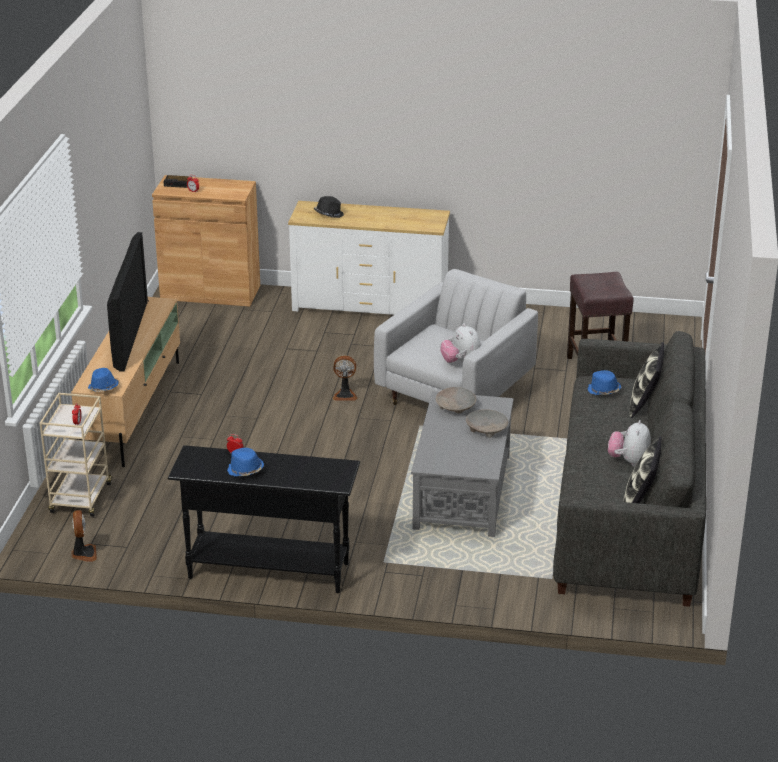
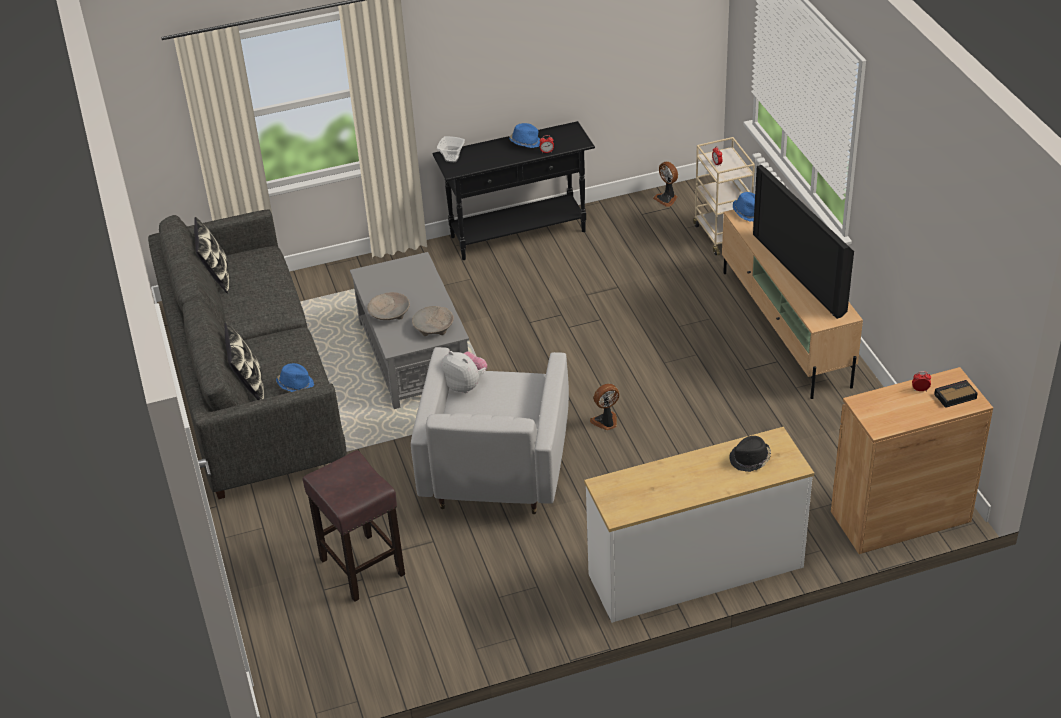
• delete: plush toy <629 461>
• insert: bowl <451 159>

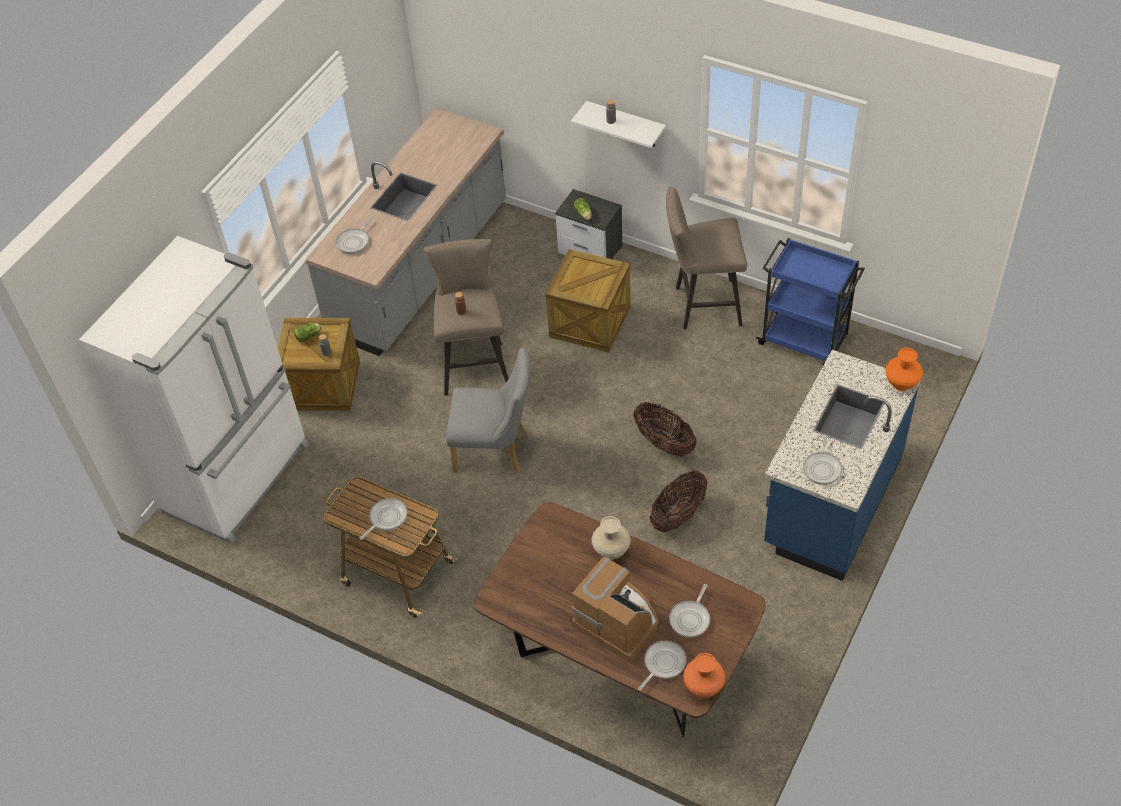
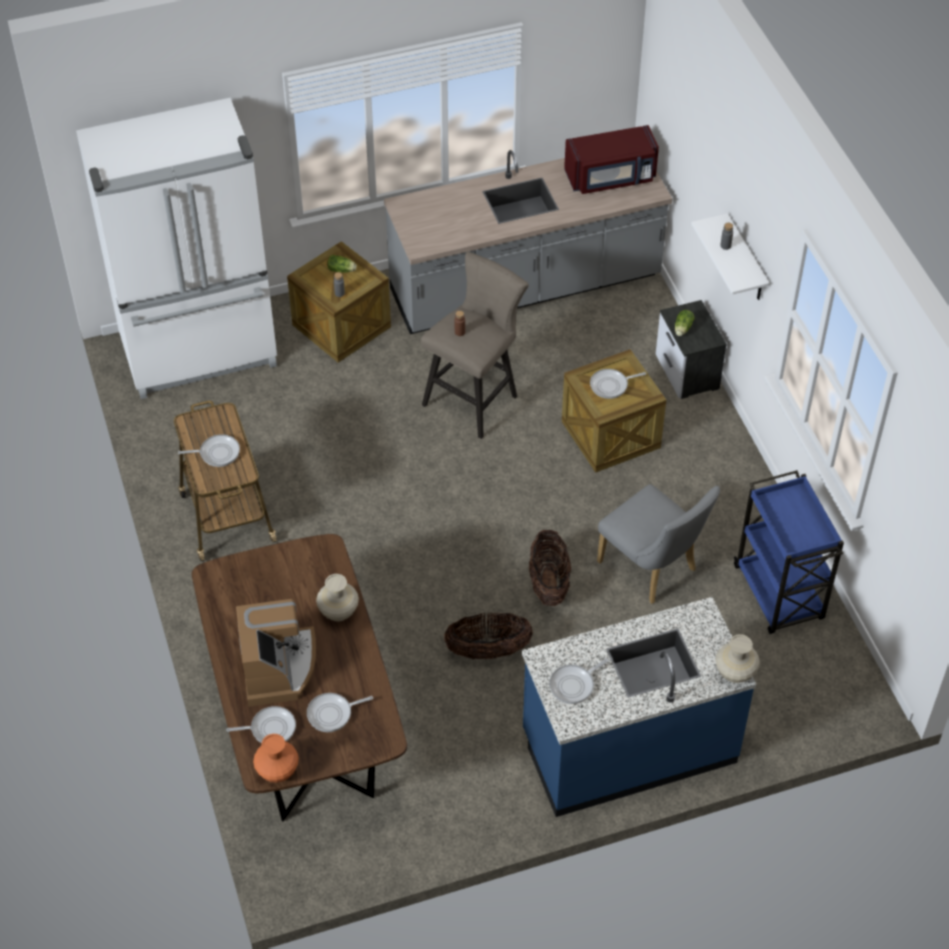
• move: frying pan <354 241> to <611 385>
• move: chair/grey <495 449> to <652 569>
• delete: stool/beige <702 305>
• recolor: vase/orange <902 383> to vase/beige <735 674>
• insert: microwave/red <611 178>

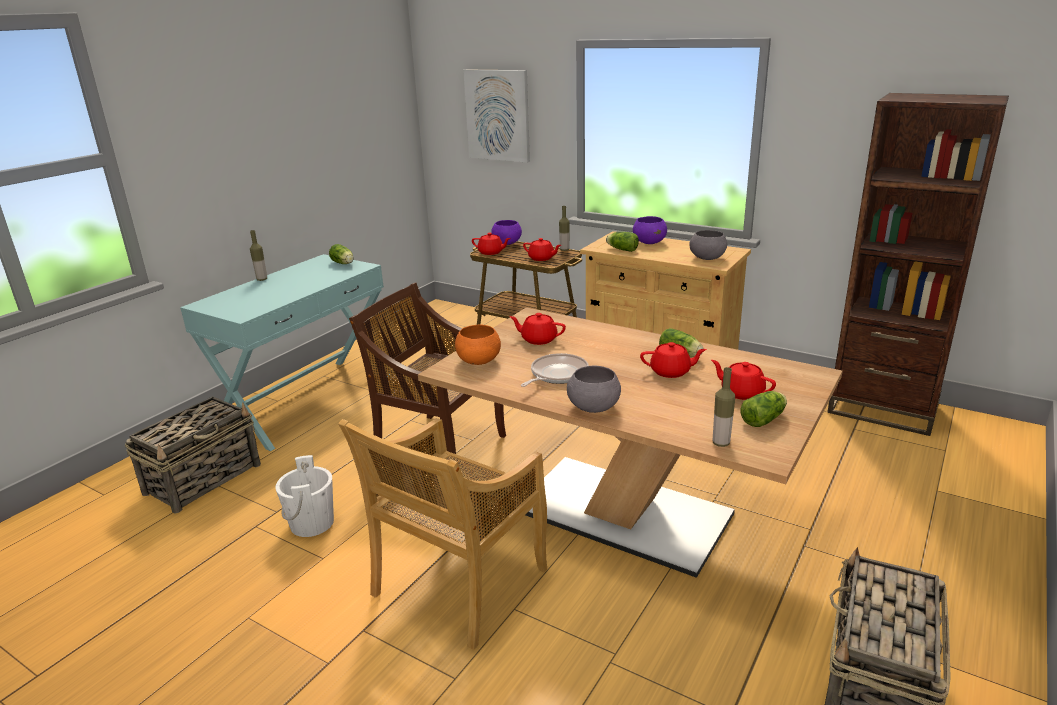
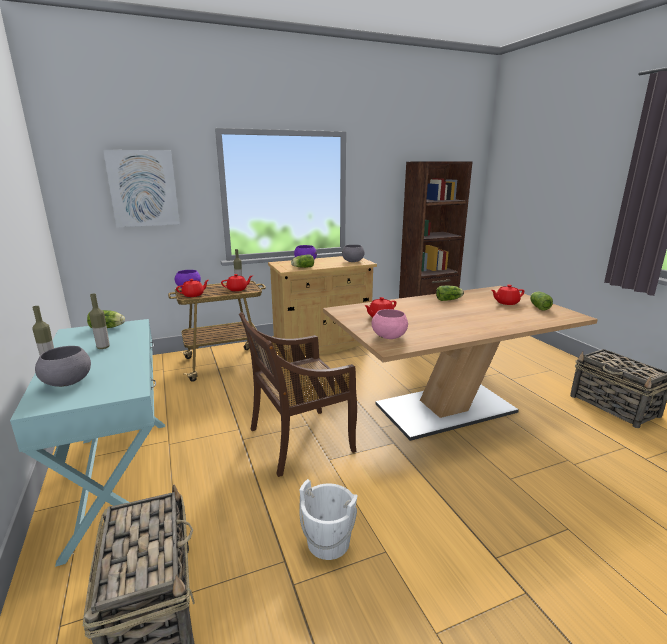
• delete: chair/beige <458 584>
• recolor: bowl/orange <478 361> to bowl/pink <389 337>
• delete: frying pan <557 375>
• move: bowl/grey <593 408> to <68 382>
• delete: teapot/red <671 372>
• move: bottle <721 443> to <103 347>

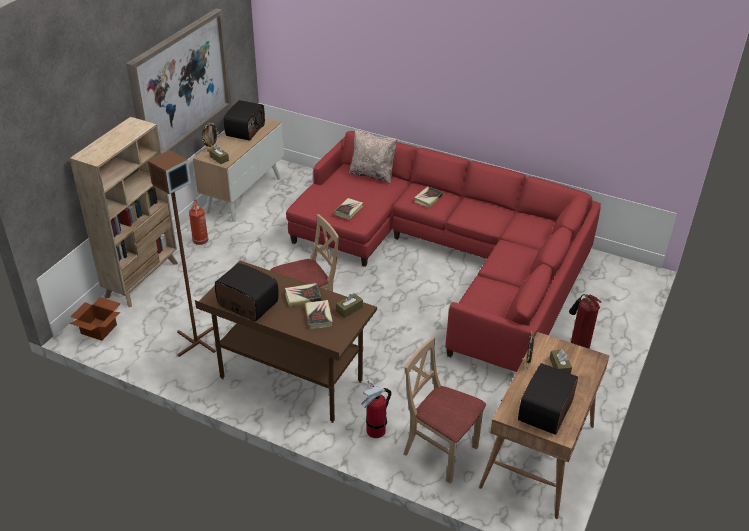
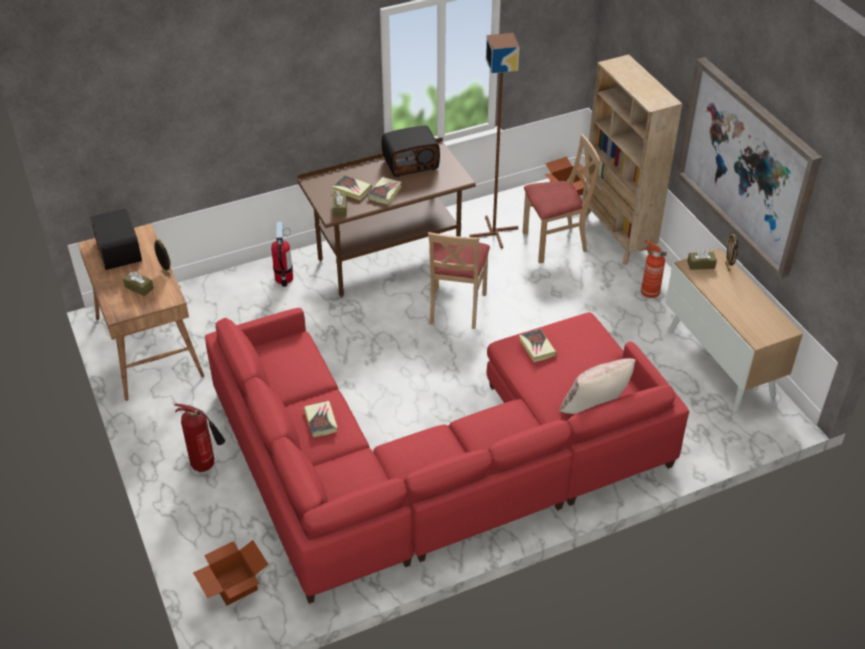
• delete: radio <244 130>
• move: chair/beige <440 451> to <554 243>
• move: book <428 198> to <321 421>
• insert: cardboard box <233 585>

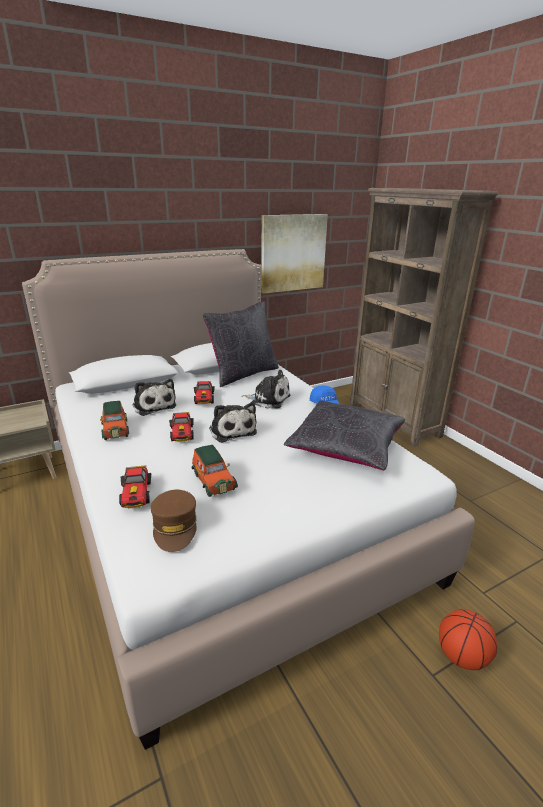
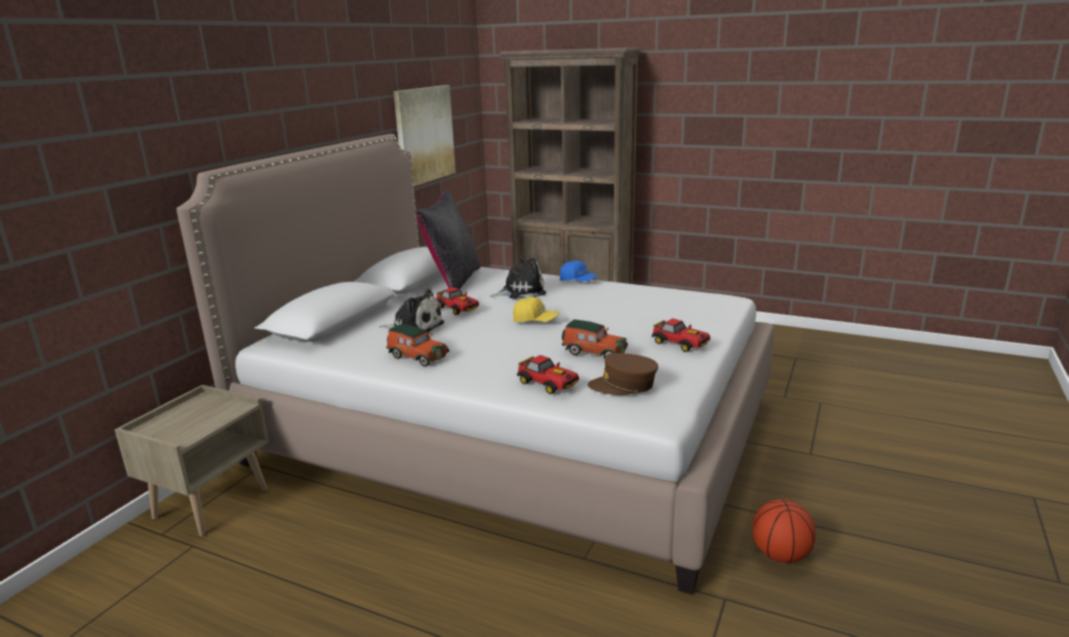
• rotate: cap/brown <175 527> = <623 385> 135 degrees clockwise
• move: toy car <182 434> to <680 344>
• replace: plush toy <232 430> to cap/yellow <535 321>
• delete: pillow/black <346 446>
• move: basketball <461 656> to <780 555>

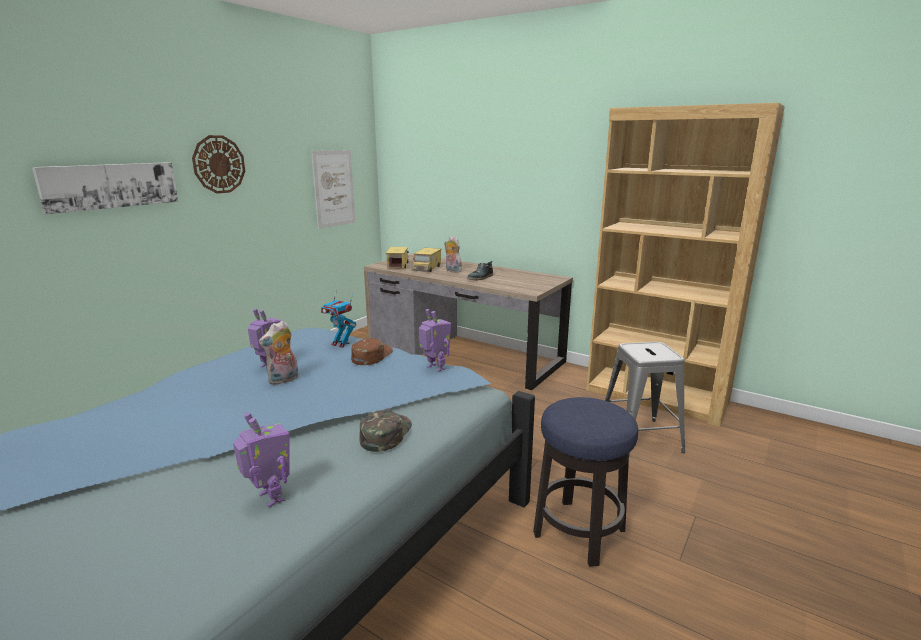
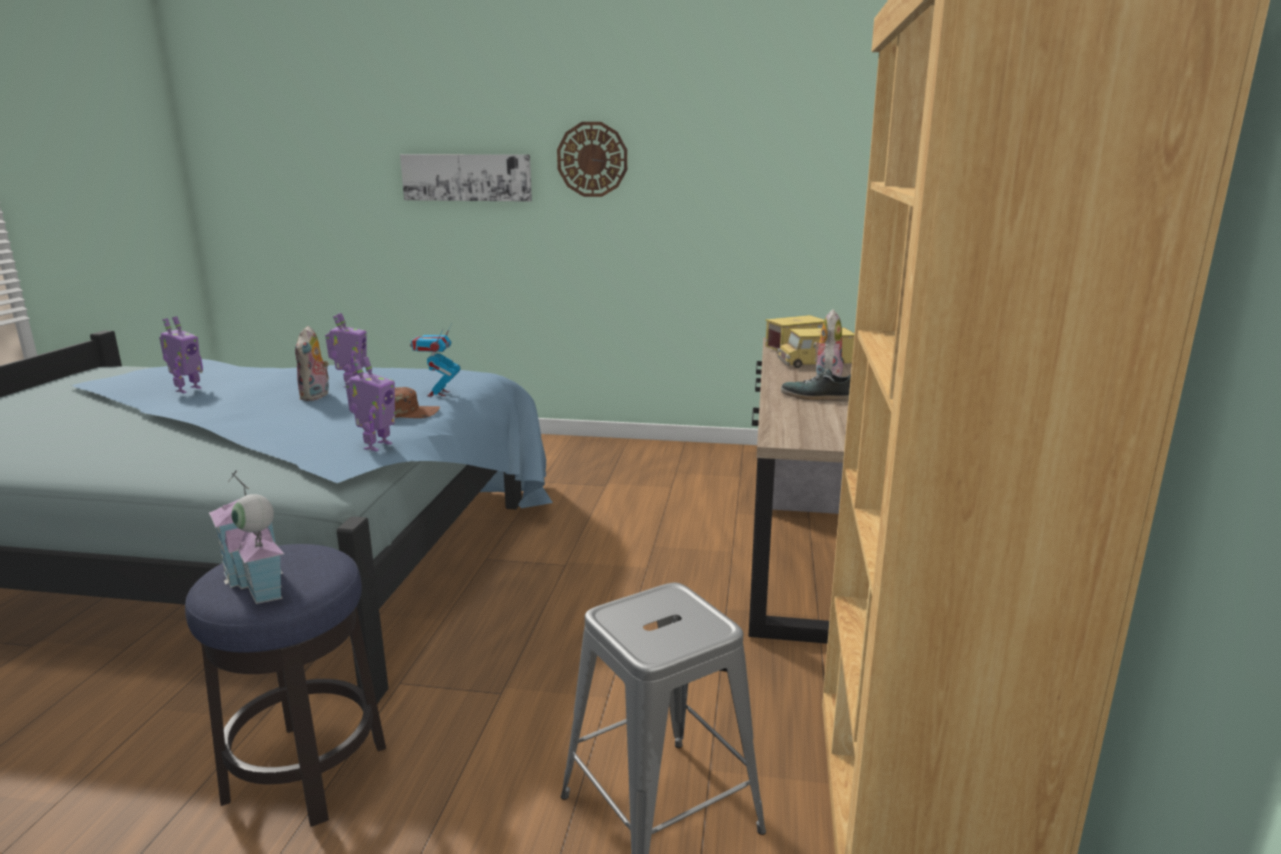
• move: toy robot <269 498> to <187 389>
• rotate: plush toy <283 380> = <316 396> 105 degrees counterclockwise
• delete: picture <334 188>
• delete: cap/green <385 434>
• insert: toy house <257 582>

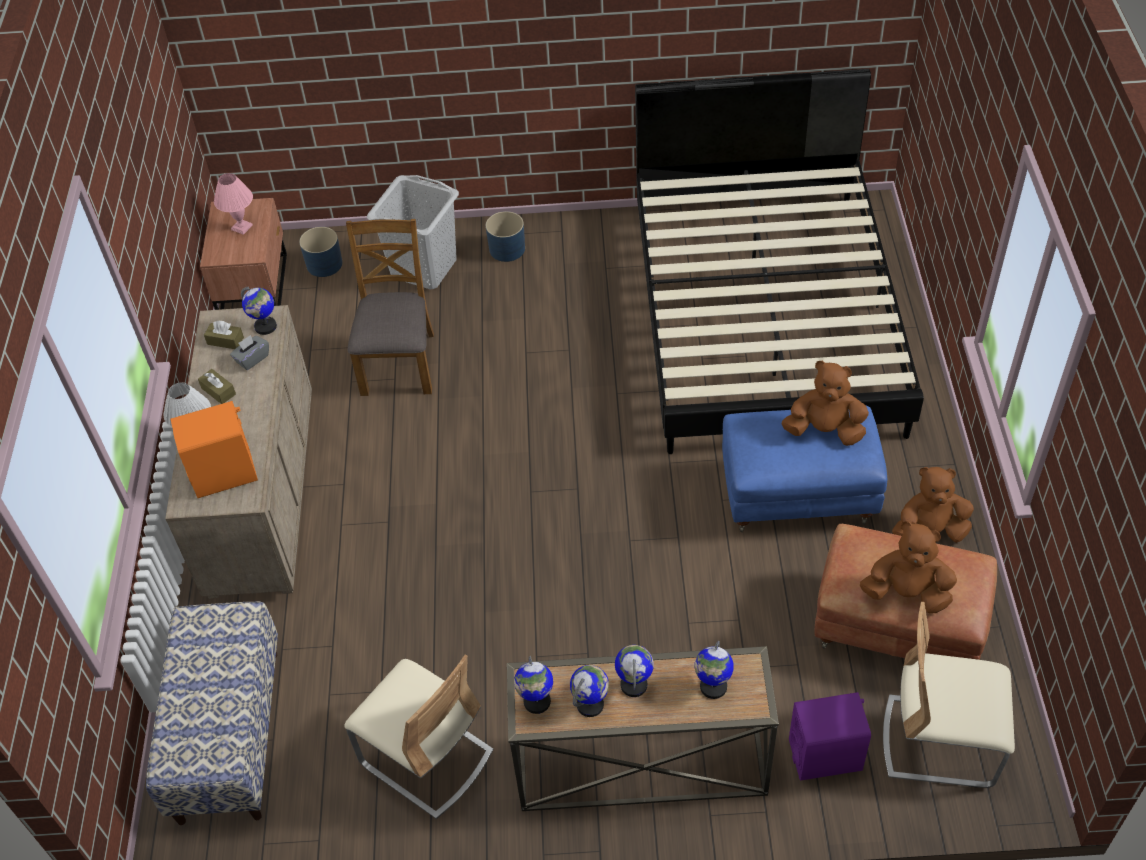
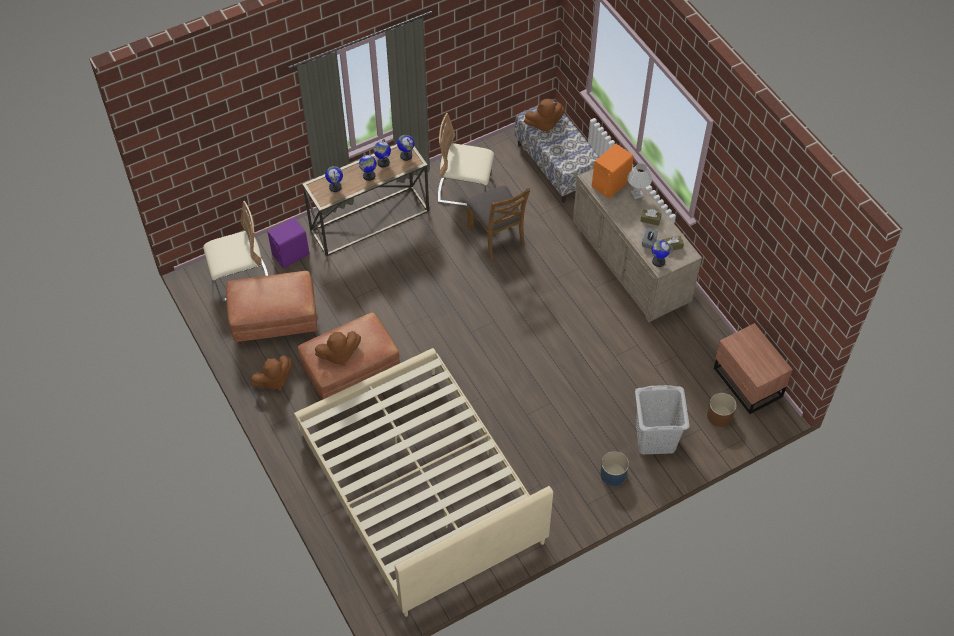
• delete: table lamp/pink <242 228>
• recolor: planter/blue <324 264> to planter/brown <719 416>
• move: chair/brown <399 363> to <497 236>
• recolor: bed/black <765 315> to bed/beige <419 488>
• recolor: ottoman/blue <798 494> to ottoman/brown <351 374>
• move: plush toy/brown <906 593> to <544 124>

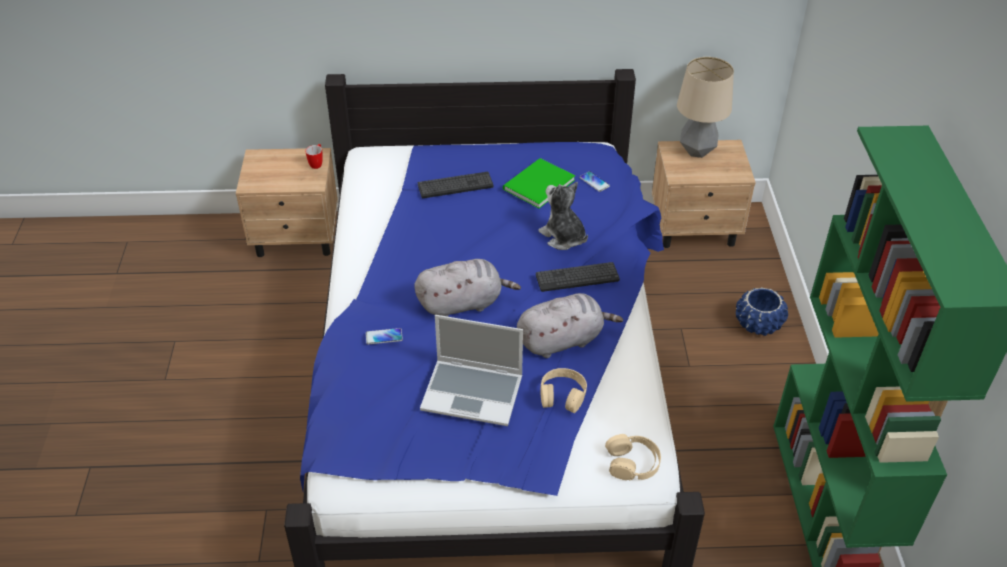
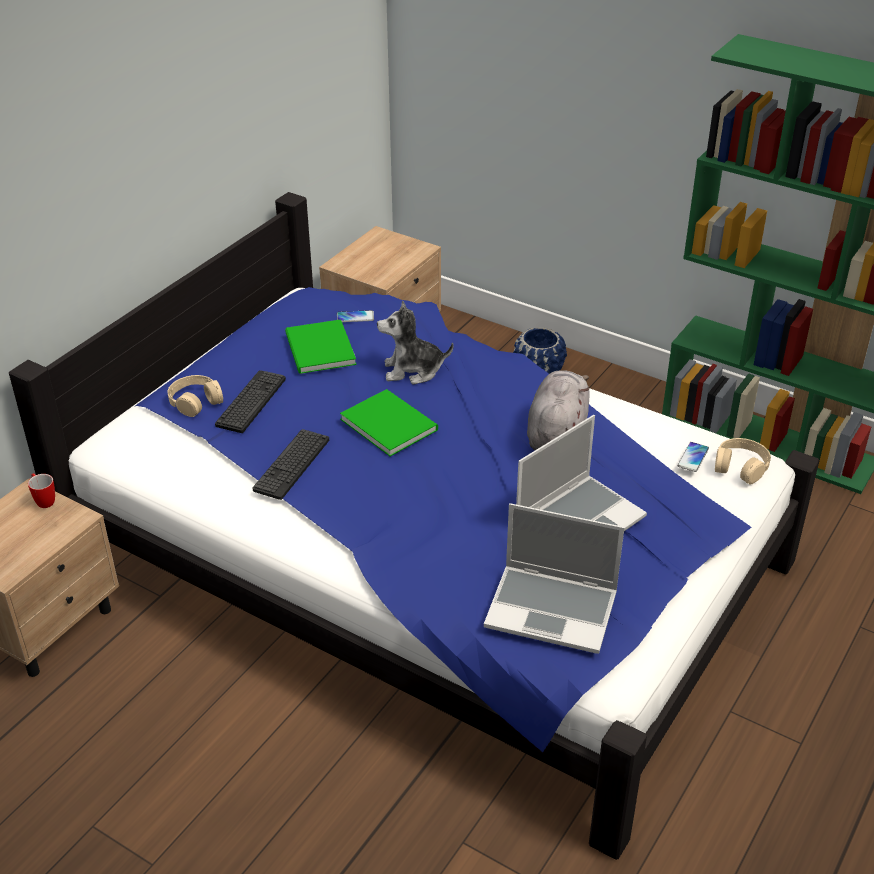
• move: phone <384 337> to <693 457>
• delete: plush toy/grey <463 303>
• move: keyboard <577 277> to <292 464>
• move: headphones/beige <562 395> to <195 401>
• delete: table lamp <696 151>
• insert: book/green <389 422>
• insert: laptop <553 610>

